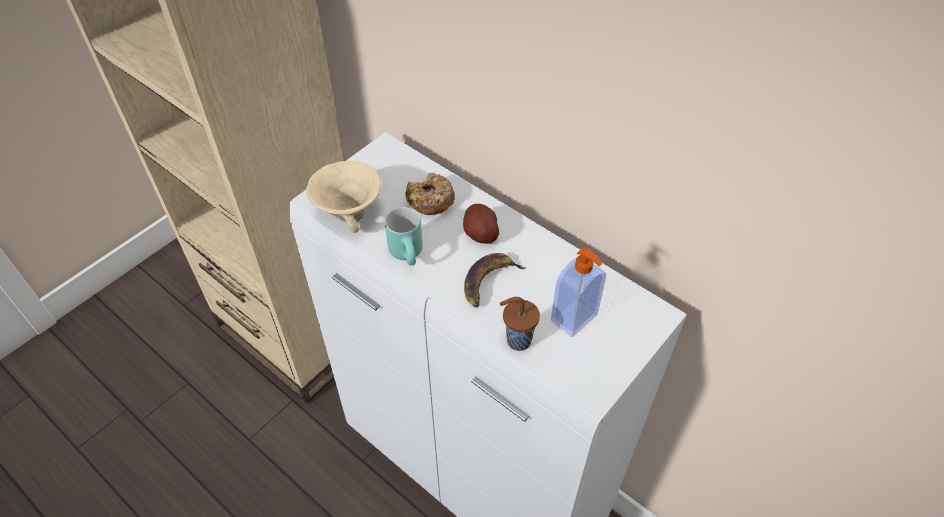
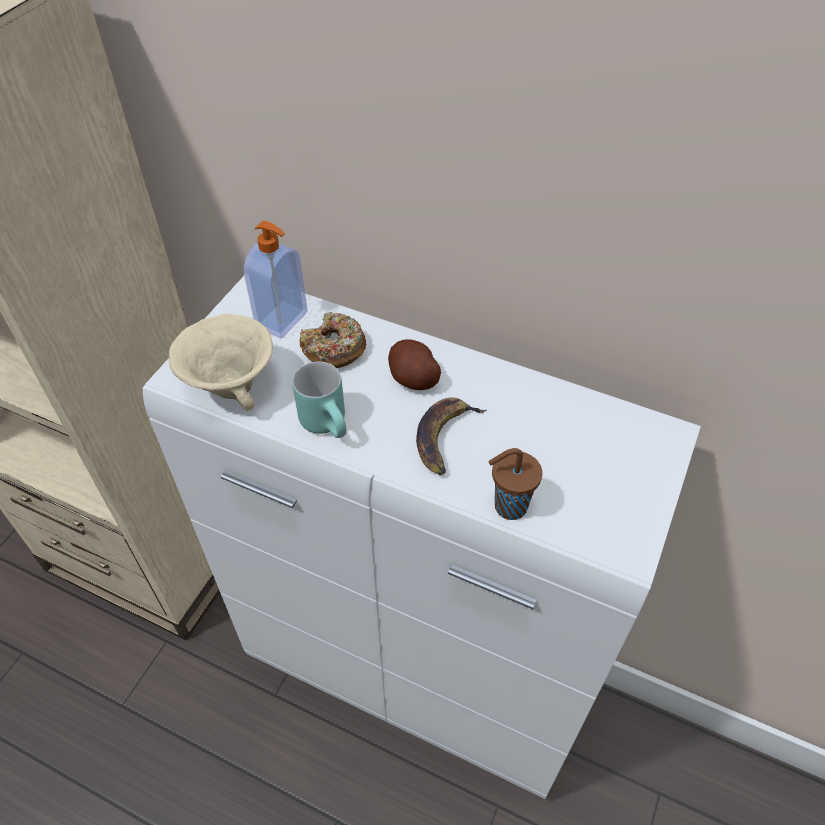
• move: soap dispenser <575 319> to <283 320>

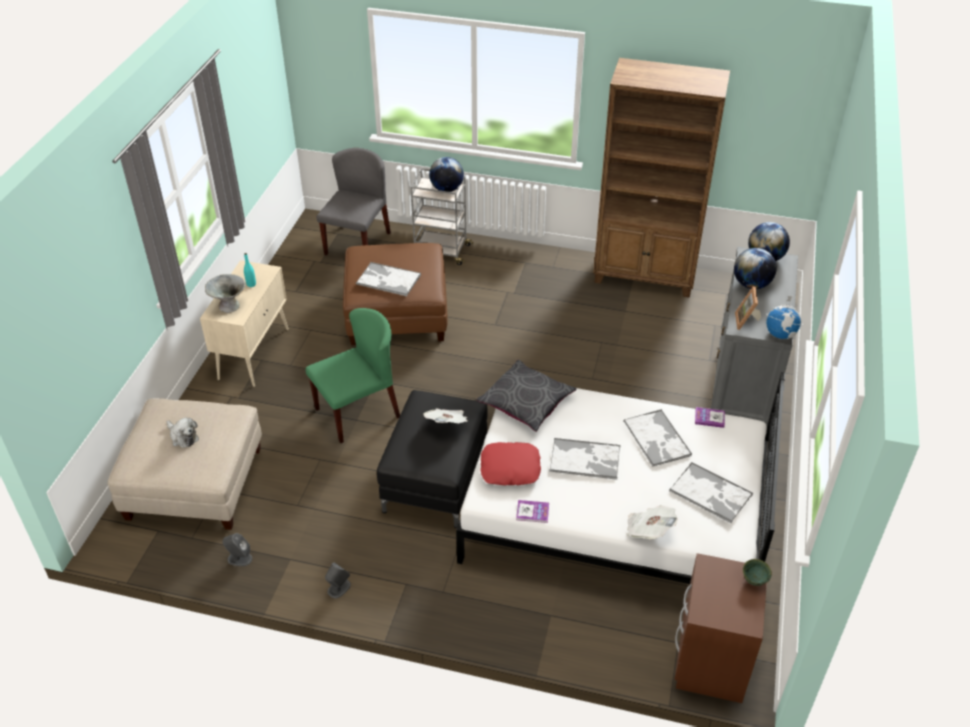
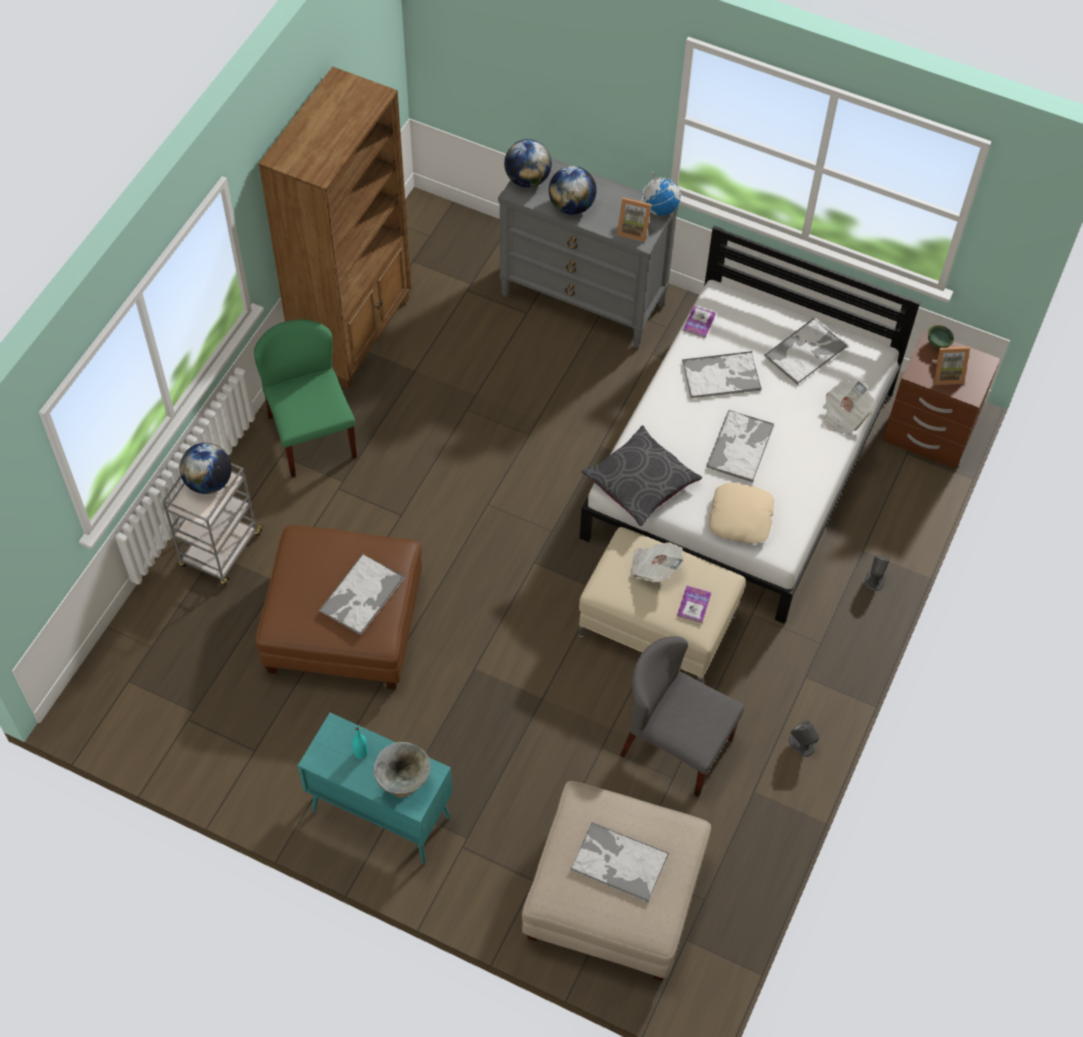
• replace: plush toy <183 437> to tray <618 862>
• recolor: cabinet/beige <254 353> to cabinet/turquoise <380 814>
• move: speaker/grey <239 559> to <875 579>
• move: chair/green <358 412> to <311 436>
• move: chair/grey <357 243> to <675 746>
• recolor: ottoman/black <436 478> to ottoman/beige <658 624>
• recolor: pillow/red <510 469> to pillow/beige <741 518>
• move: book <532 512> to <694 605>
• insert: picture frame <946 374>

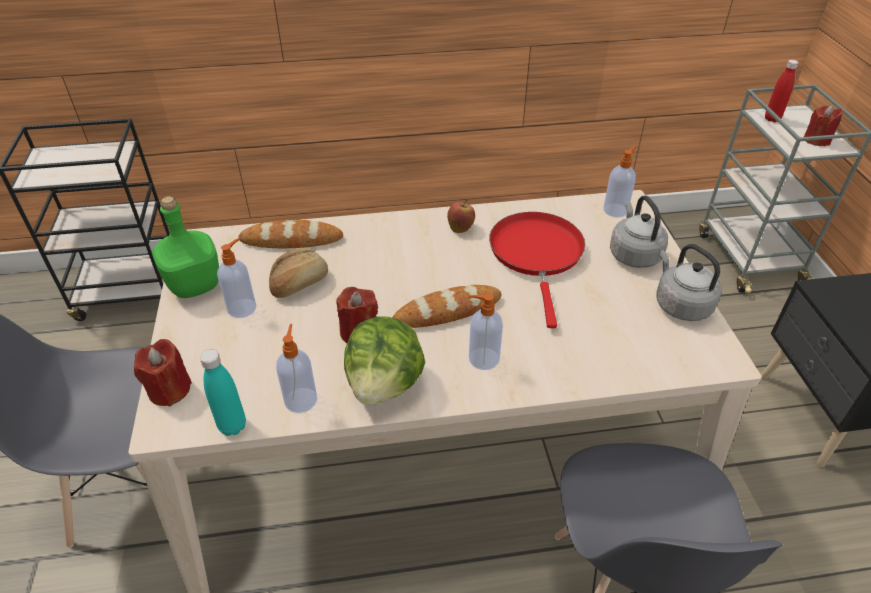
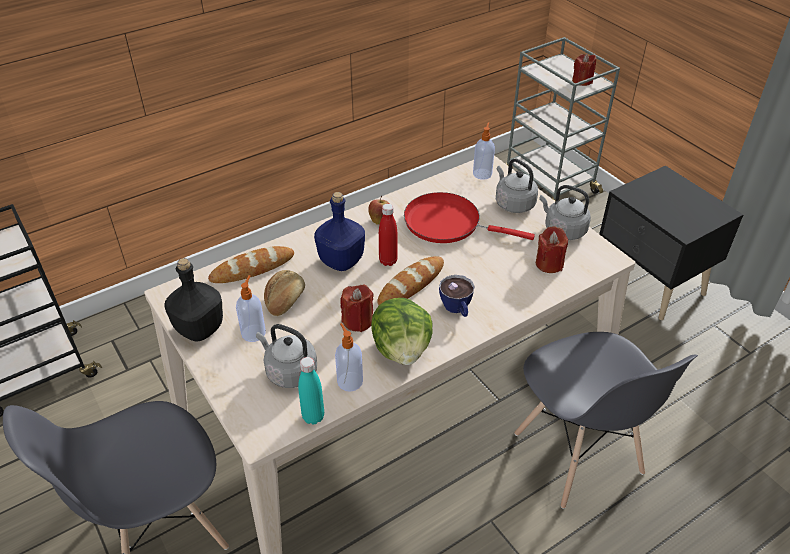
• move: candle/red <169 390> to <549 264>
• recolor: bottle/green <194 286> to bottle/black <199 329>
• replace: soap dispenser <482 358> to cup <457 309>
• rotate: frying pan/red <537 254> = <448 223> 45 degrees counterclockwise
• move: bottle/red <772 119> to <388 261>
• insert: kettle/grey <289 371>
• insert: bottle/blue <341 261>

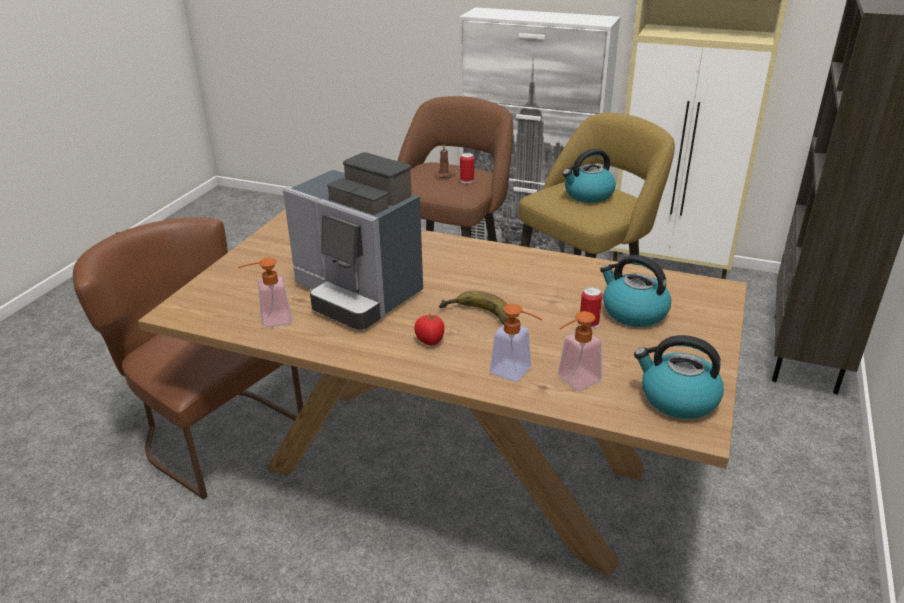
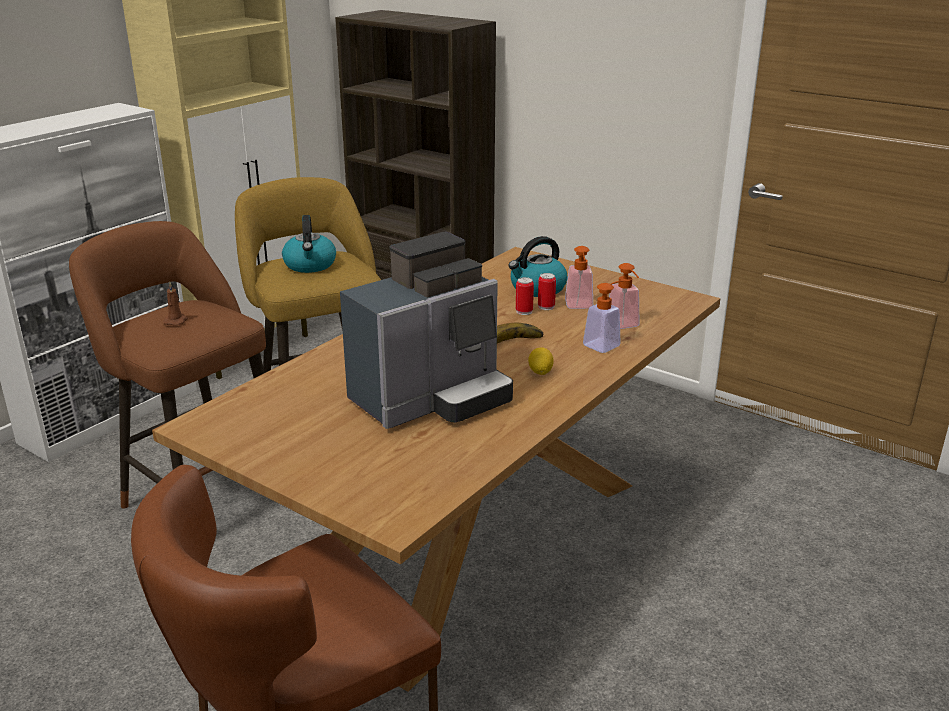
• move: soap dispenser <269 320> to <579 306>
• replace: tomato <430 340> to lemon <540 372>
• move: can <467 180> to <524 311>
• delete: kettle <677 399>

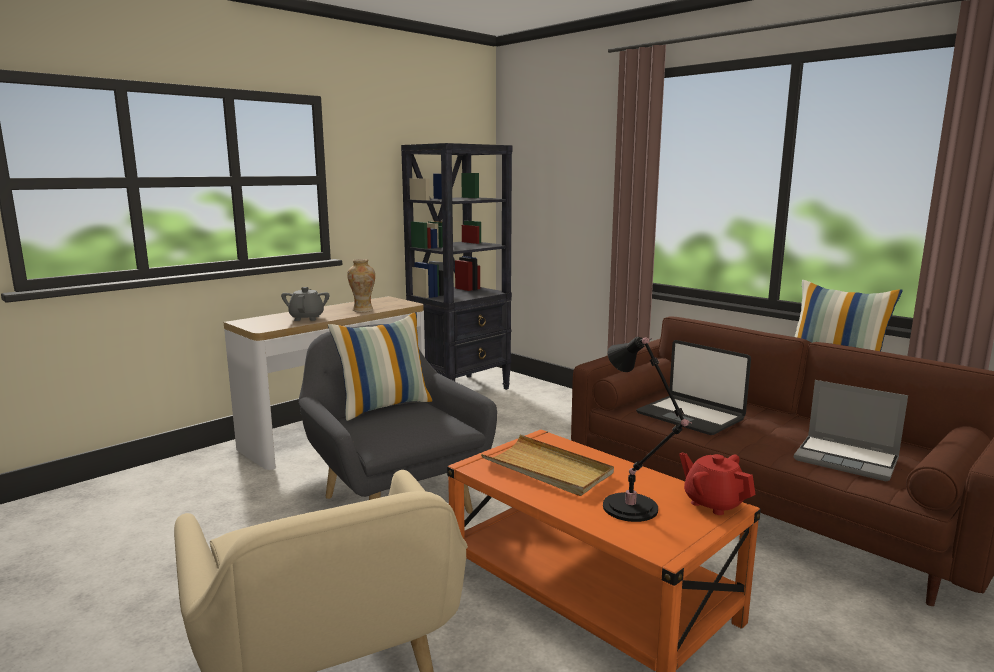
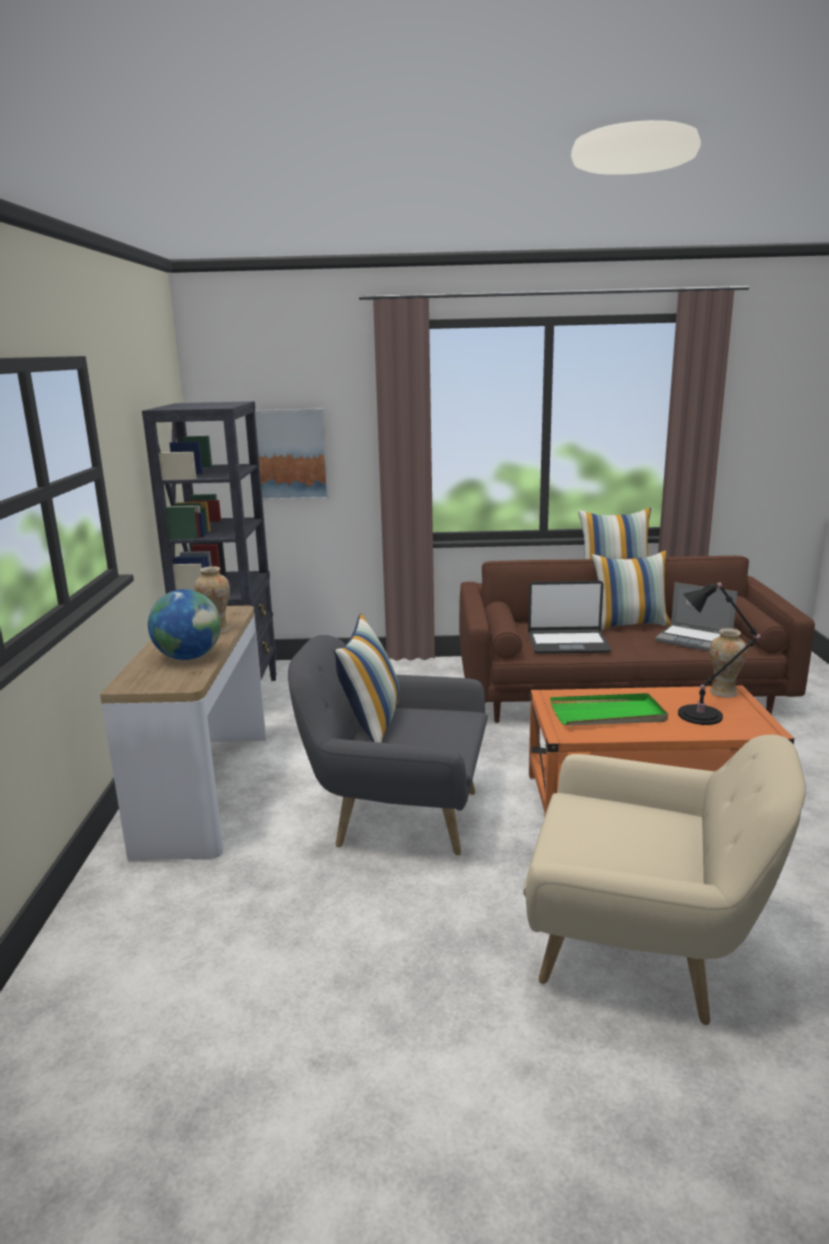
• replace: teapot/grey <307 318> to globe <189 657>
• recolor: tray/beige <547 469> to tray/green <608 714>
• replace: teapot/red <713 503> to vase <723 692>
• rotate: laptop <847 459> = <695 640> 45 degrees clockwise
• insert: picture <291 454>
• insert: pillow <630 624>

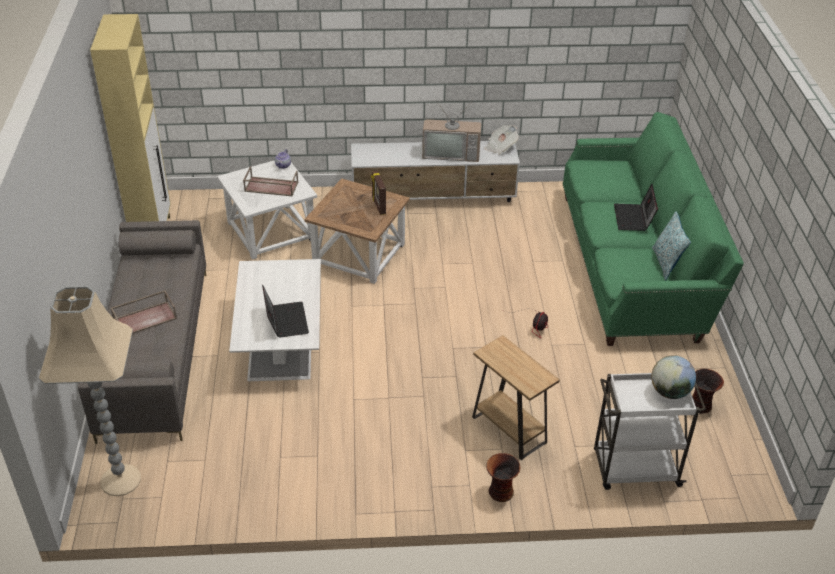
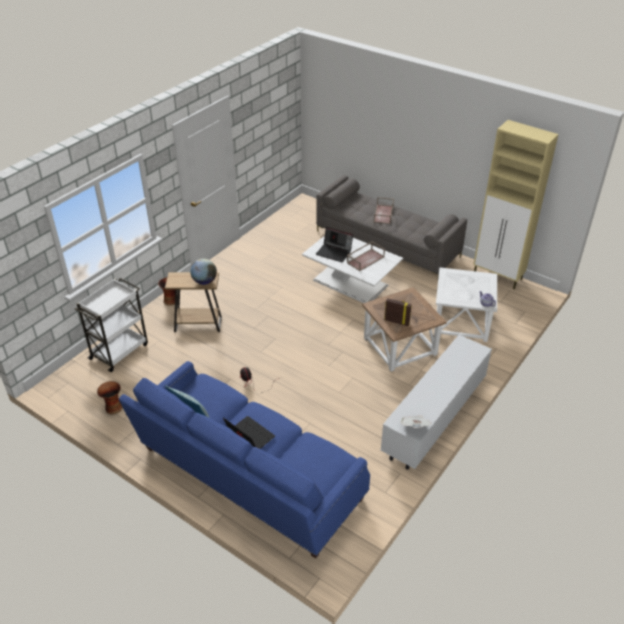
• delete: floor lamp/beige <120 479>
• move: tray/brown <270 187> to <365 259>
• delete: television <451 153>
• recolor: sofa/green <633 265> to sofa/blue <247 477>
• move: globe <669 392> to <204 281>

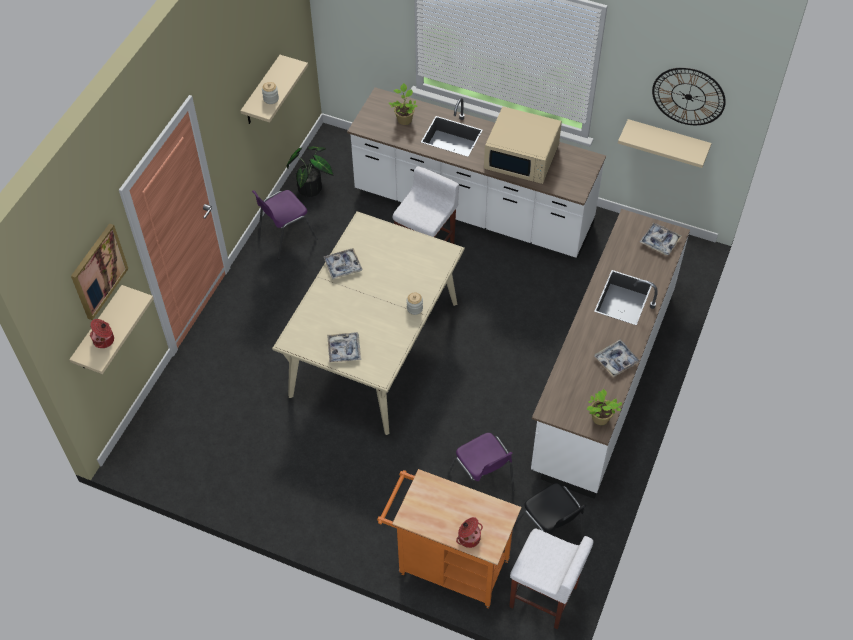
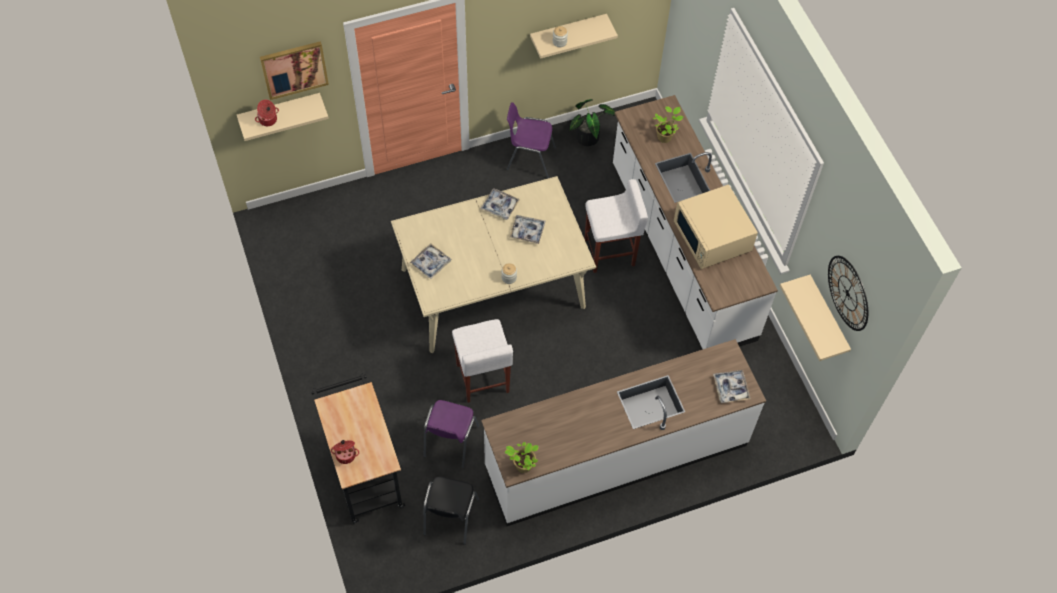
• recolor: cart/orange <447 565> to cart/black <364 471>
• move: stool/white <544 597> to <482 379>
• move: tray <616 361> to <527 231>

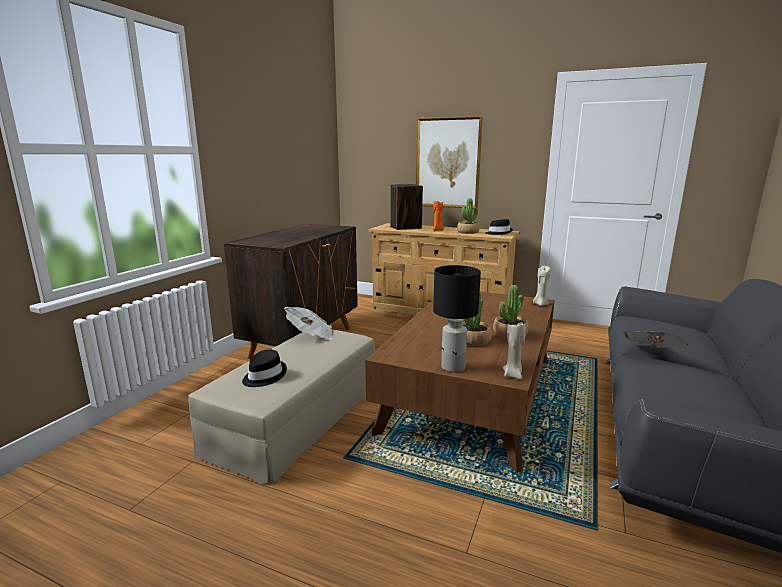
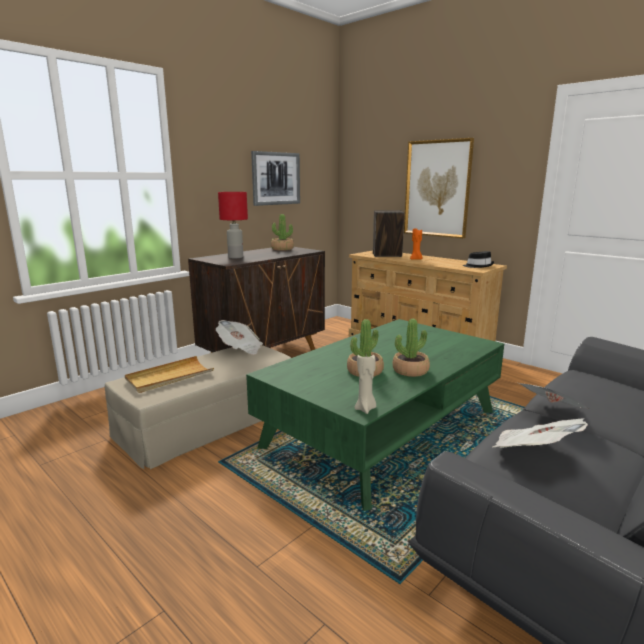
• replace: hat/black <264 376> to tray/beige <169 377>
• recolor: coffee table/brown <471 393> to coffee table/green <382 429>
• delete: table lamp/black <453 367>
• move: potted plant <468 232> to <282 249>
• delete: candle/beige <540 304>
• insert: table lamp/red <235 257>
• insert: picture <276 178>
• insert: newspaper <533 452>

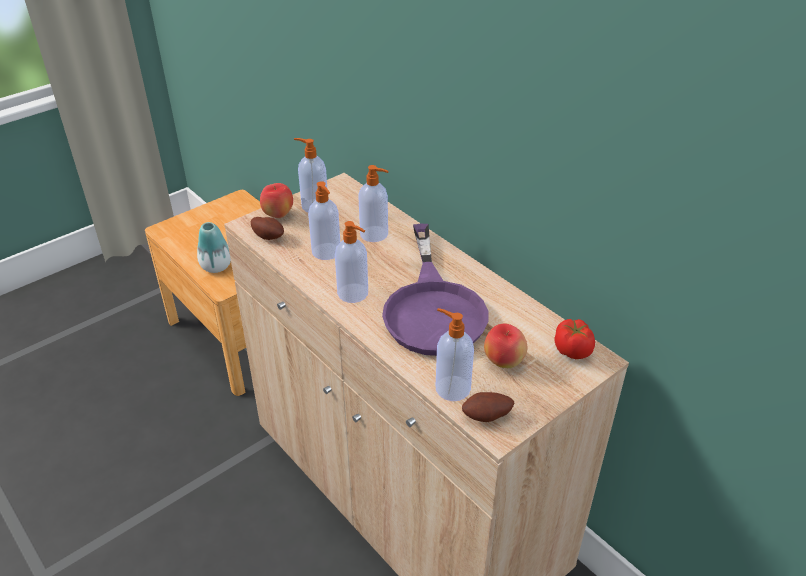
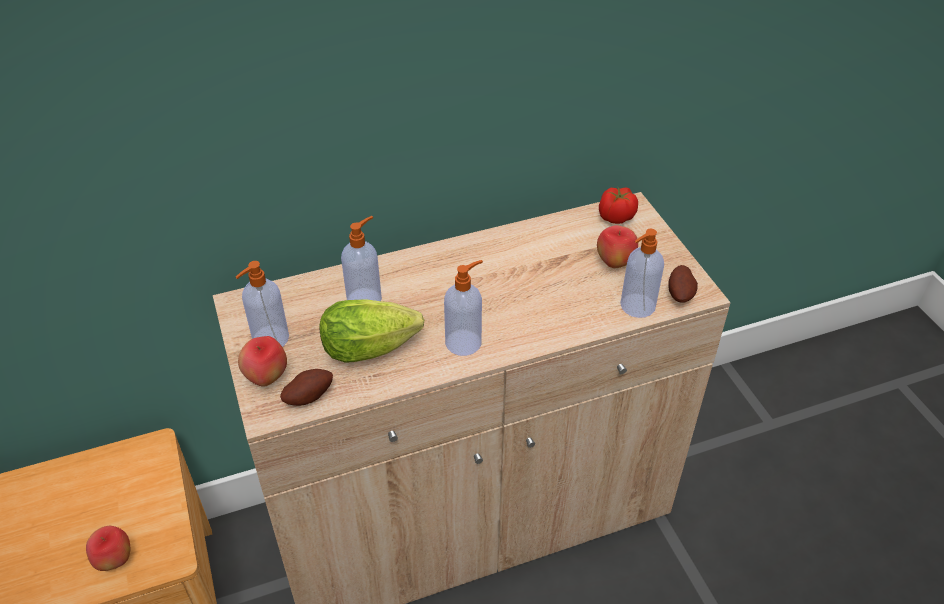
• replace: vase <216 266> to apple <114 560>
• replace: soap dispenser <327 252> to lettuce <375 348>
• delete: frying pan/purple <433 307>

